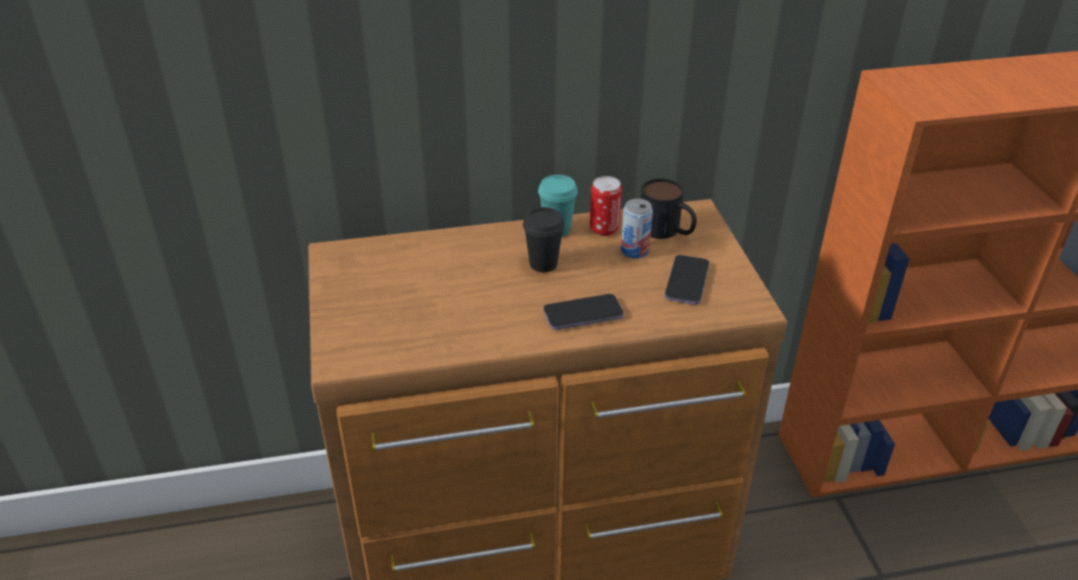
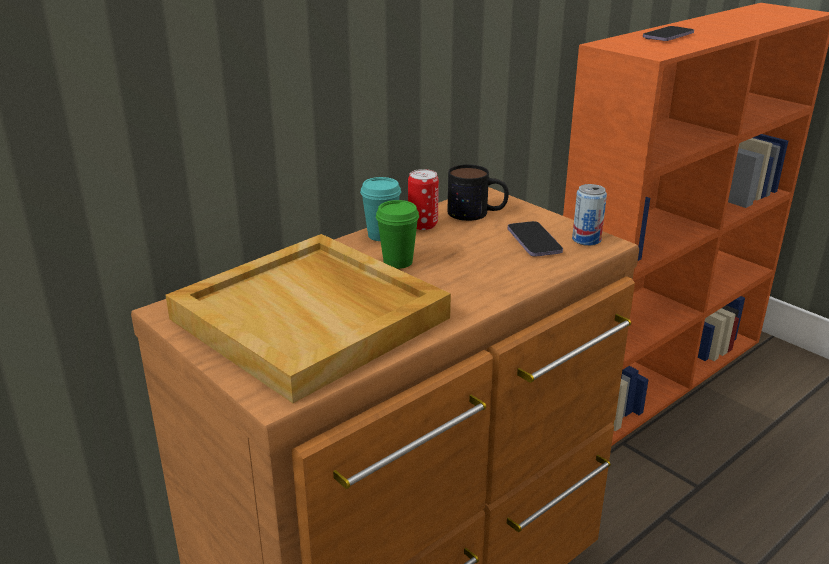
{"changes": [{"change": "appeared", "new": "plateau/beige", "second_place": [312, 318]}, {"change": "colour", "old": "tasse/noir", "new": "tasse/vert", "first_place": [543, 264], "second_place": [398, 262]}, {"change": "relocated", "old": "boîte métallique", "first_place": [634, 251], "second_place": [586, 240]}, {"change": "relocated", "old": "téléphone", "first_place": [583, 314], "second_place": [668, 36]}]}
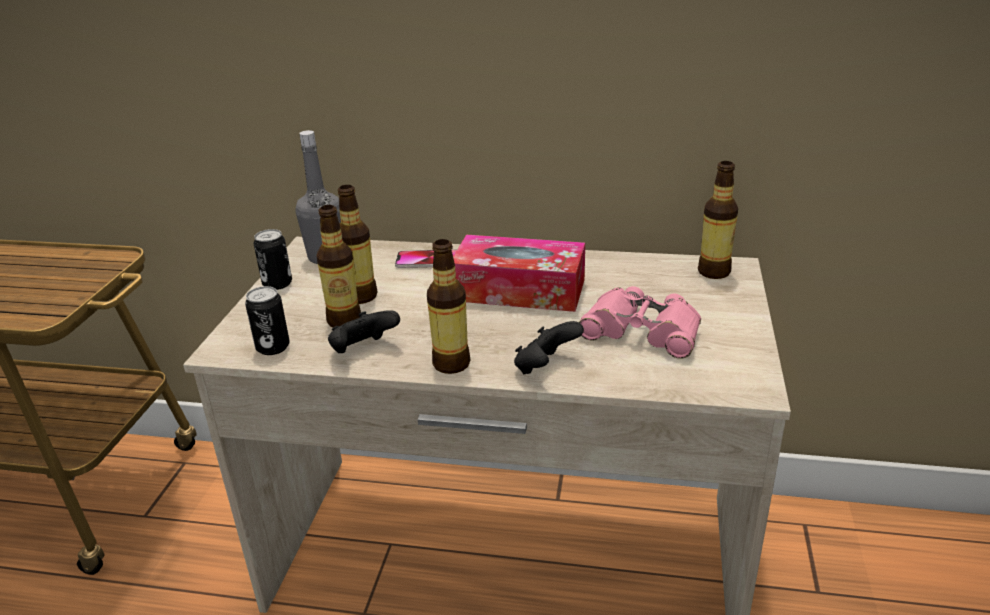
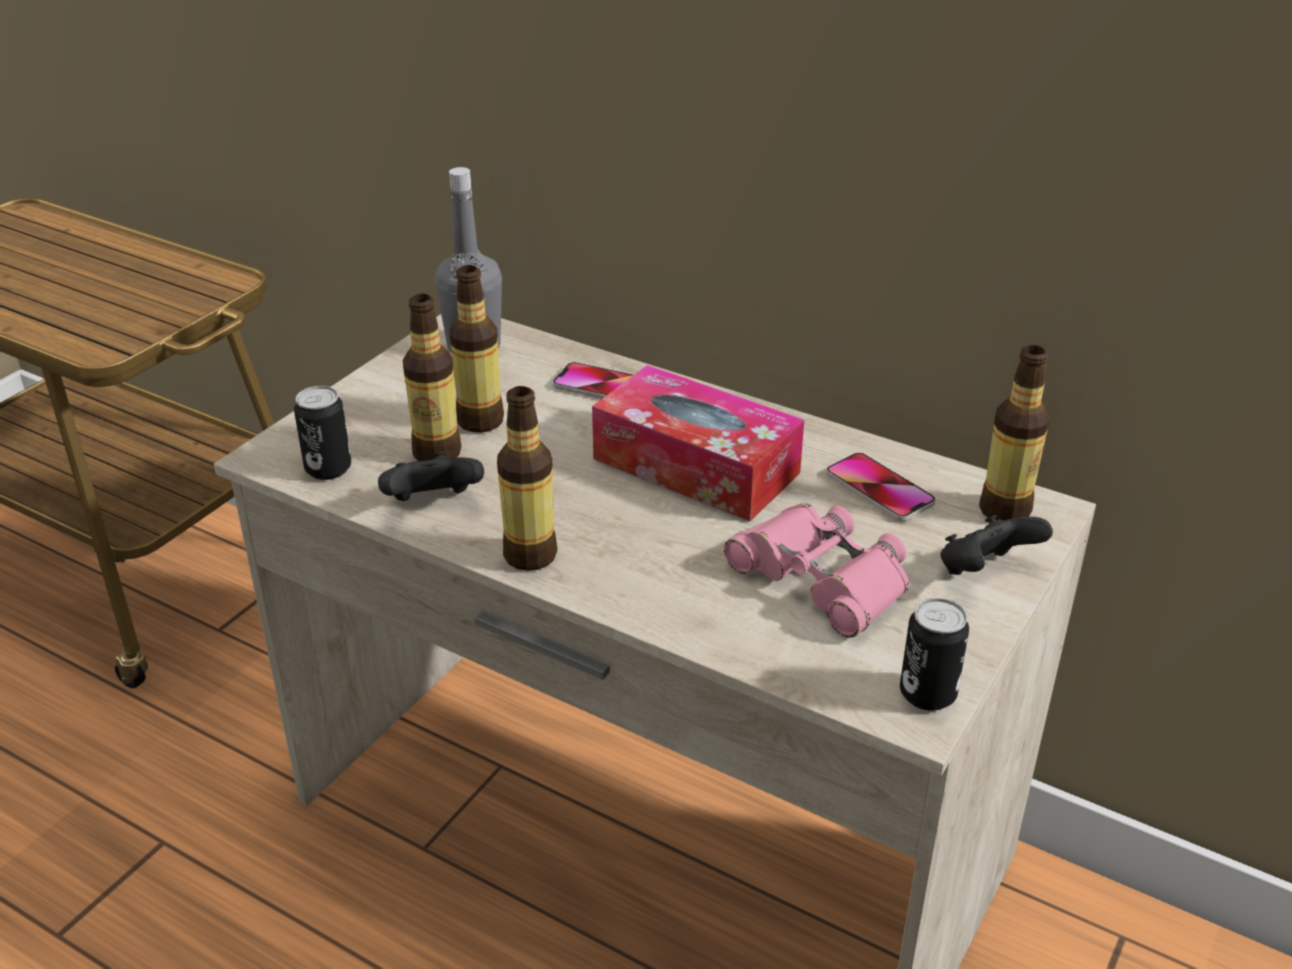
{"changes": [{"change": "appeared", "new": "téléphone", "second_place": [879, 489]}, {"change": "relocated", "old": "boîte métallique", "first_place": [277, 284], "second_place": [927, 693]}, {"change": "relocated", "old": "manette/noir", "first_place": [545, 367], "second_place": [985, 572]}]}
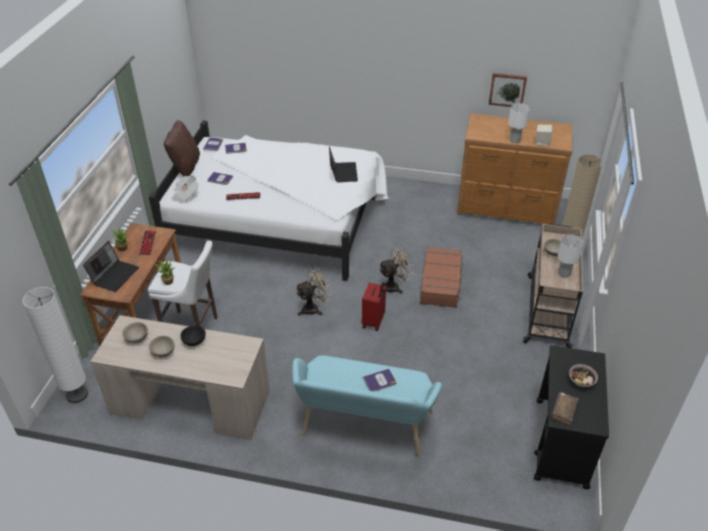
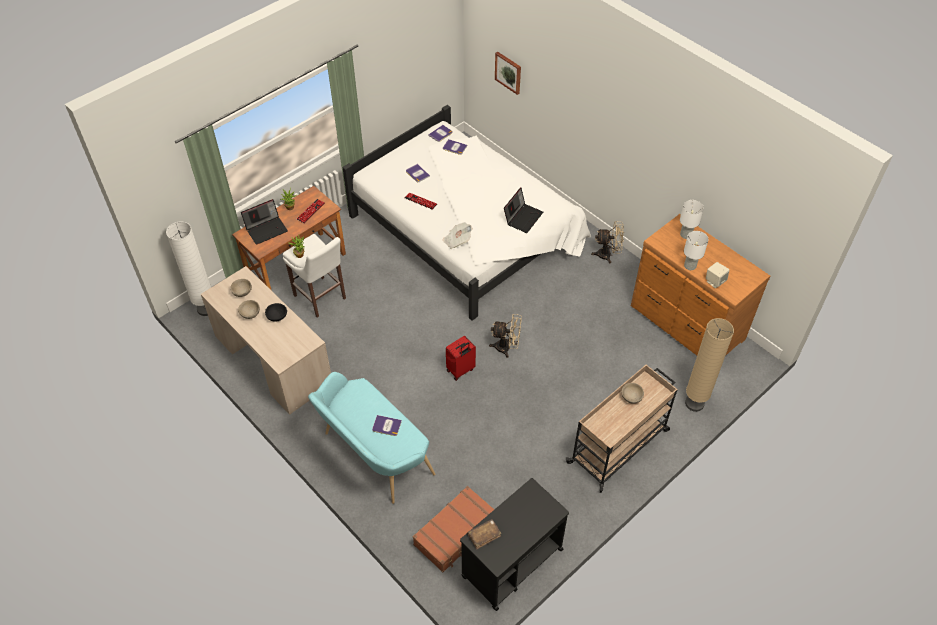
{"changes": [{"change": "relocated", "old": "valise/marron", "first_place": [441, 283], "second_place": [456, 533]}, {"change": "relocated", "old": "journal", "first_place": [185, 195], "second_place": [457, 240]}, {"change": "relocated", "old": "tableau", "first_place": [507, 89], "second_place": [508, 72]}, {"change": "relocated", "old": "ventilateur/beige", "first_place": [314, 308], "second_place": [608, 255]}, {"change": "relocated", "old": "lampe de table/blanc", "first_place": [564, 273], "second_place": [686, 234]}, {"change": "missing", "old": "coussin/marron", "first_place": [185, 167]}, {"change": "missing", "old": "bol", "first_place": [581, 381]}]}
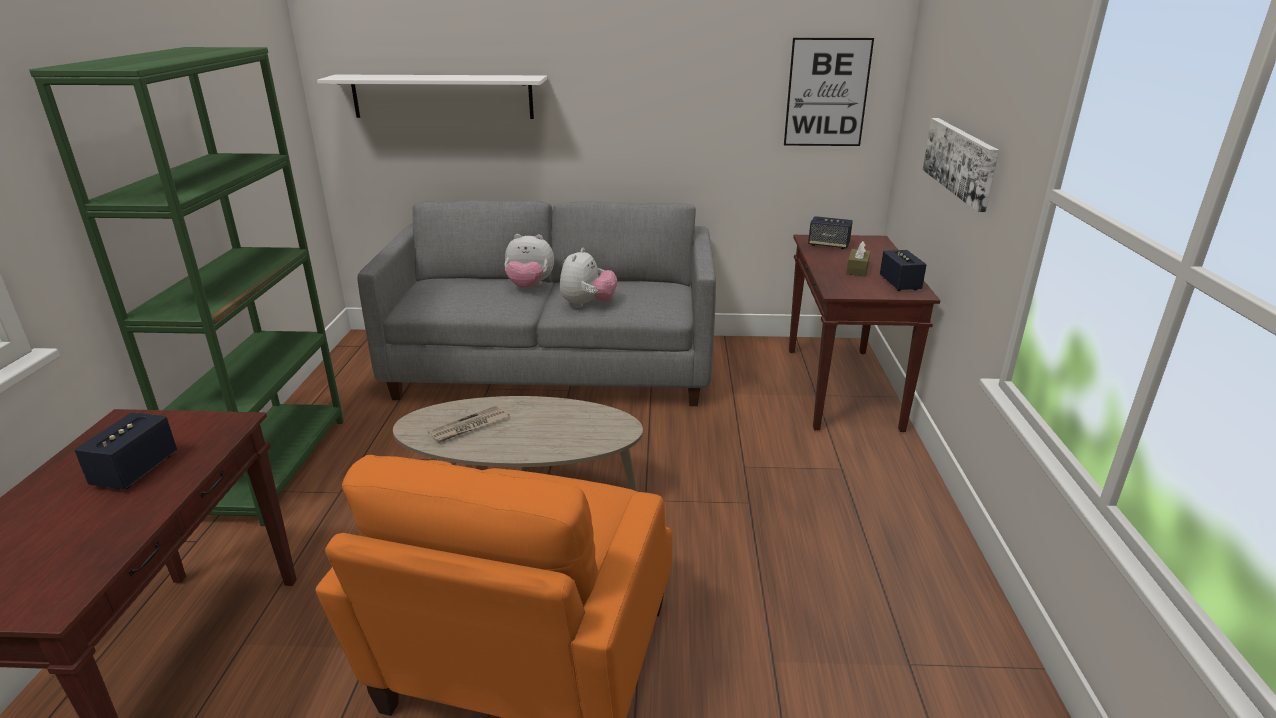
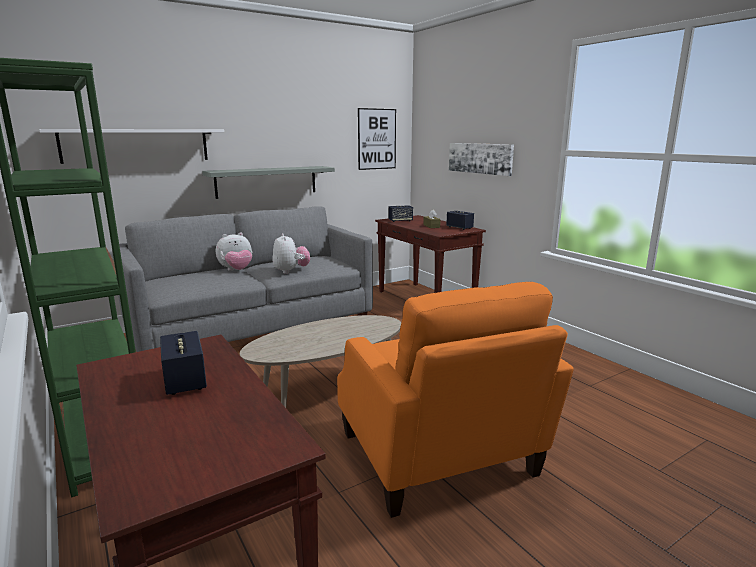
{"changes": [{"change": "appeared", "new": "étagère/gris", "second_place": [267, 181]}, {"change": "missing", "old": "journal", "first_place": [469, 427]}]}
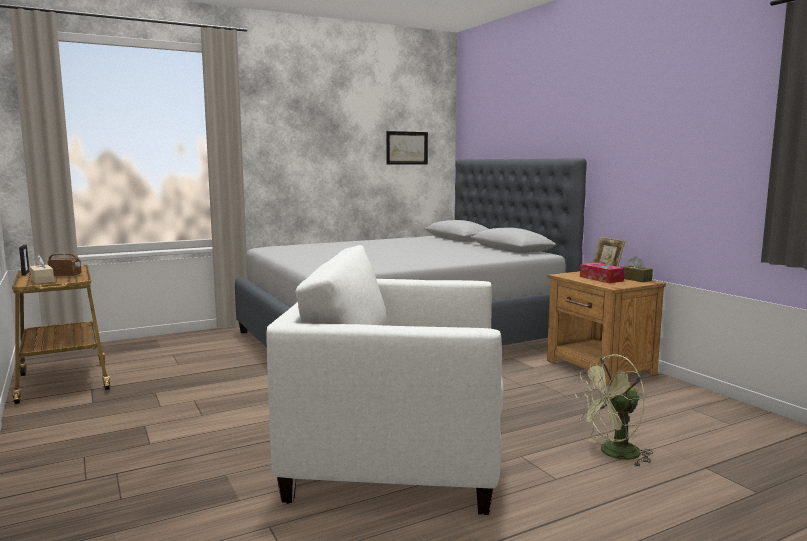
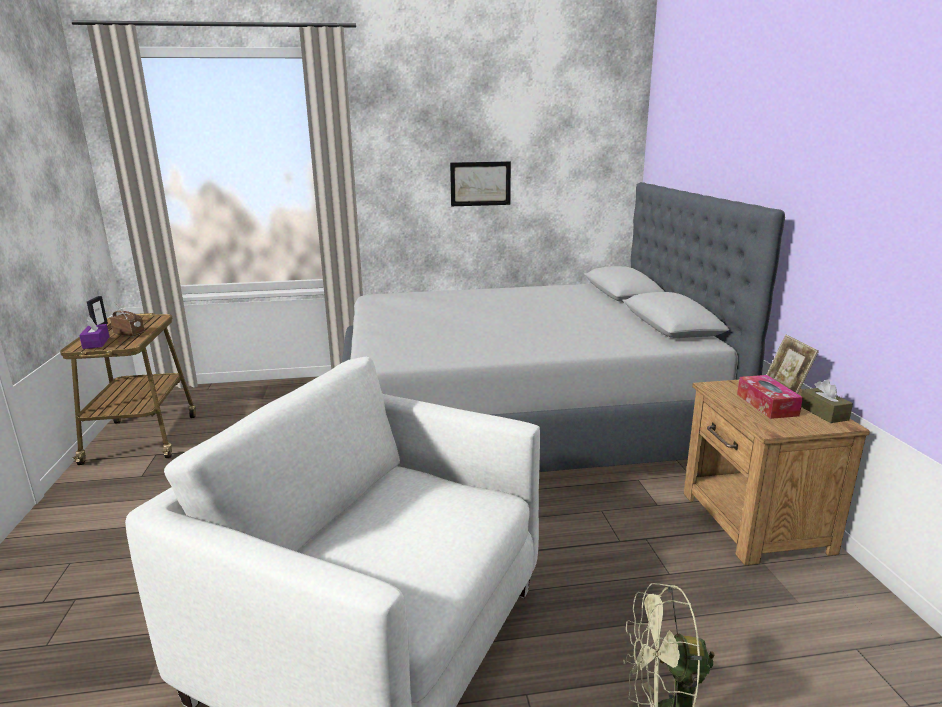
{"changes": [{"change": "colour", "old": "boîte à mouchoirs/beige", "new": "boîte à mouchoirs/violet", "first_place": [42, 280], "second_place": [96, 343]}, {"change": "relocated", "old": "tableau", "first_place": [407, 148], "second_place": [480, 183]}]}
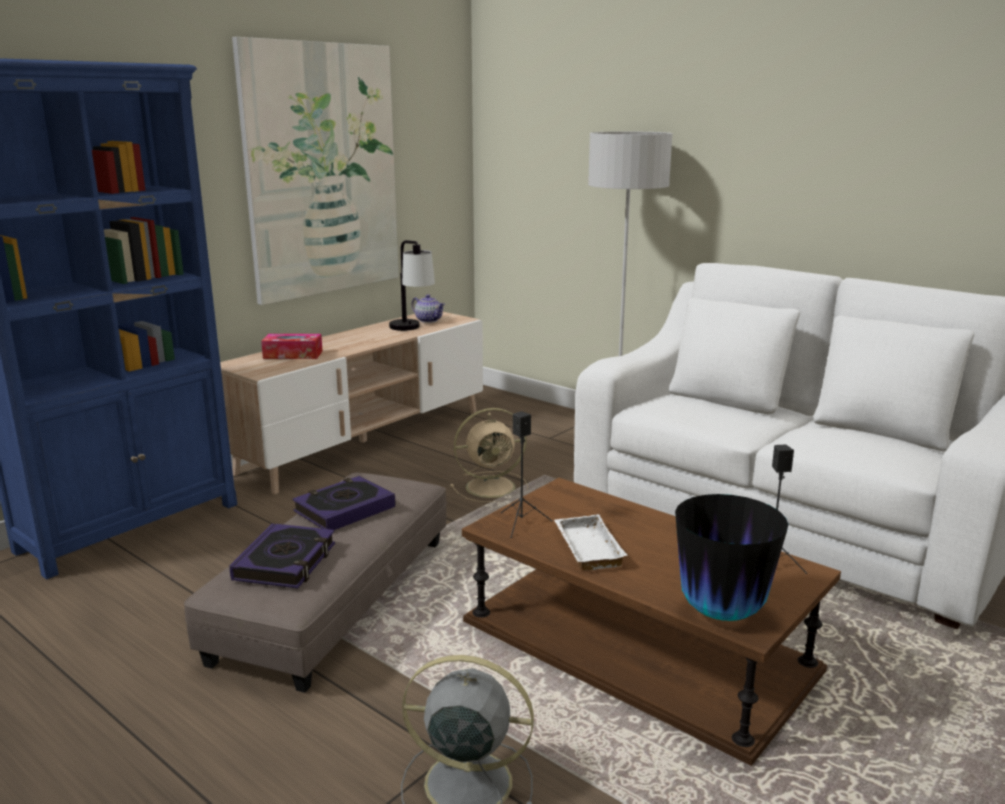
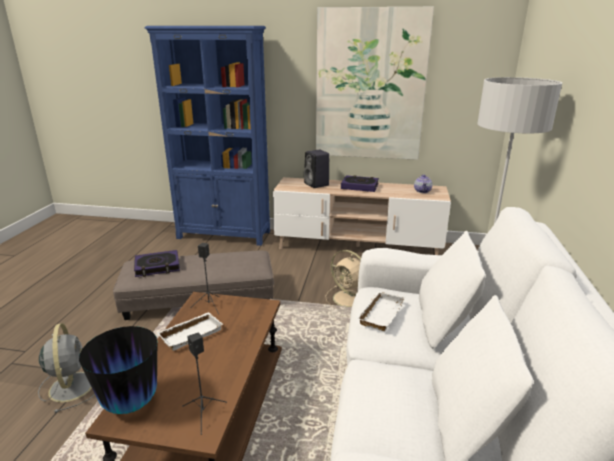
{"changes": [{"change": "exchanged", "old": "boîte à mouchoirs", "new": "enceinte/noir", "first_place": [293, 355], "second_place": [317, 184]}, {"change": "relocated", "old": "livre", "first_place": [344, 509], "second_place": [359, 186]}, {"change": "appeared", "new": "plateau/blanc", "second_place": [380, 313]}, {"change": "missing", "old": "lampe de table", "first_place": [412, 330]}]}
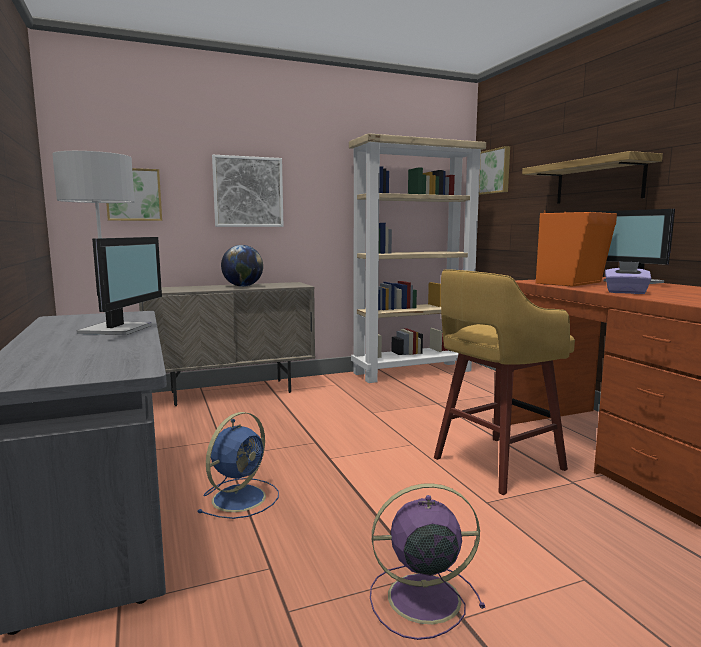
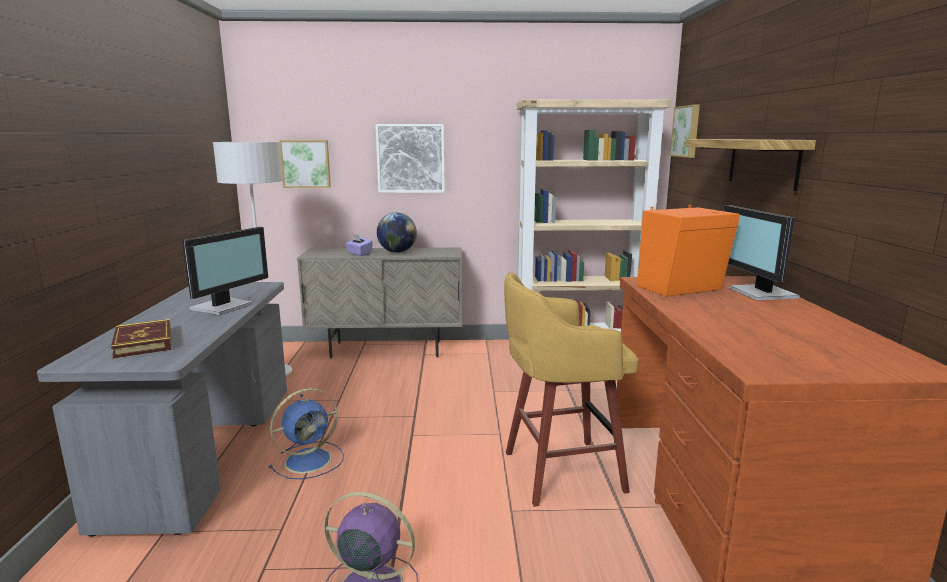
{"changes": [{"change": "appeared", "new": "livre", "second_place": [143, 342]}, {"change": "relocated", "old": "boîte à mouchoirs/violet", "first_place": [626, 292], "second_place": [359, 254]}]}
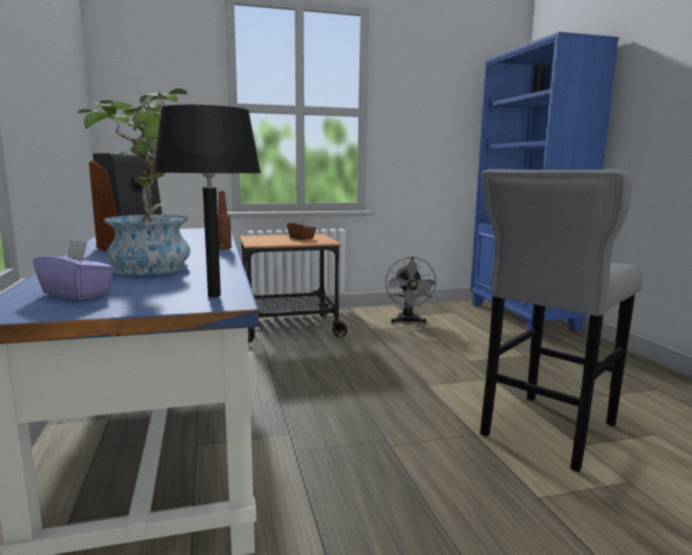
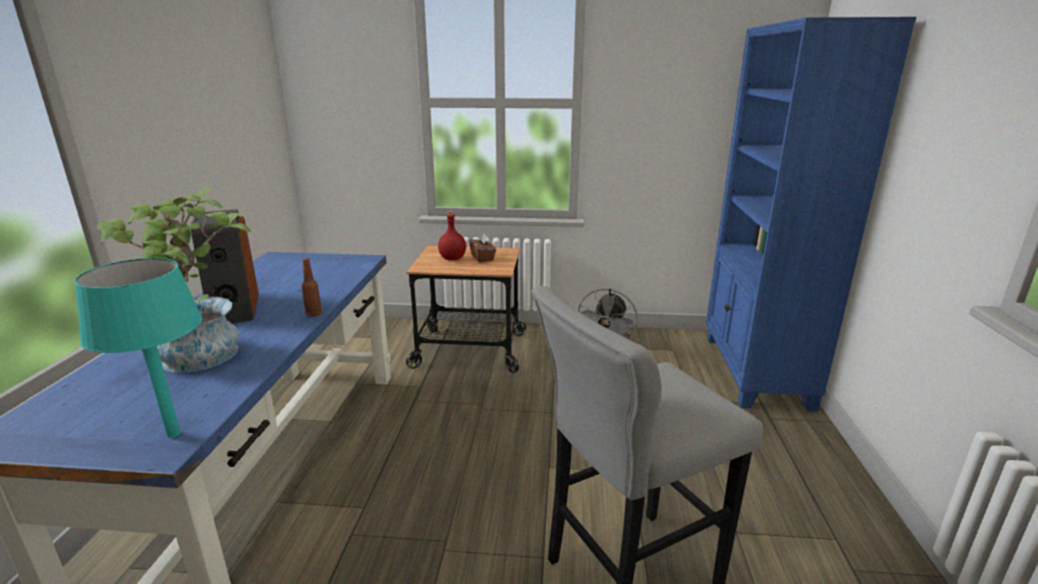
{"changes": [{"change": "colour", "old": "lampe de table/noir", "new": "lampe de table/turquoise", "first_place": [214, 295], "second_place": [174, 434]}, {"change": "appeared", "new": "bouteille/rouge", "second_place": [453, 258]}, {"change": "missing", "old": "boîte à mouchoirs/violet", "first_place": [77, 294]}]}
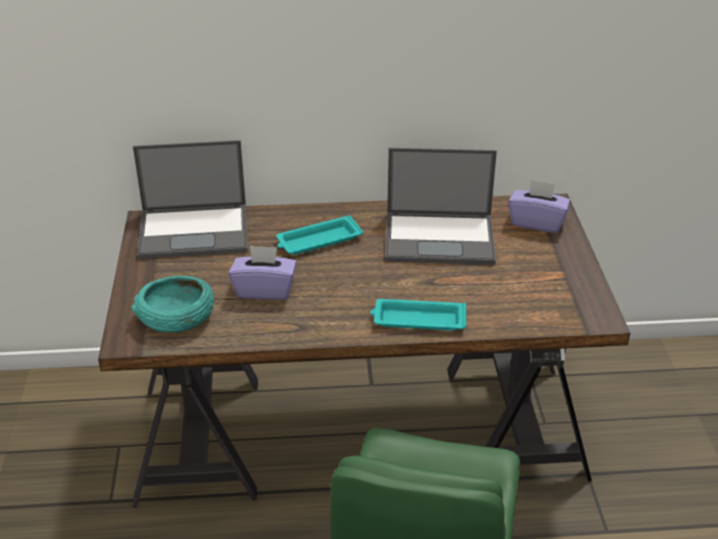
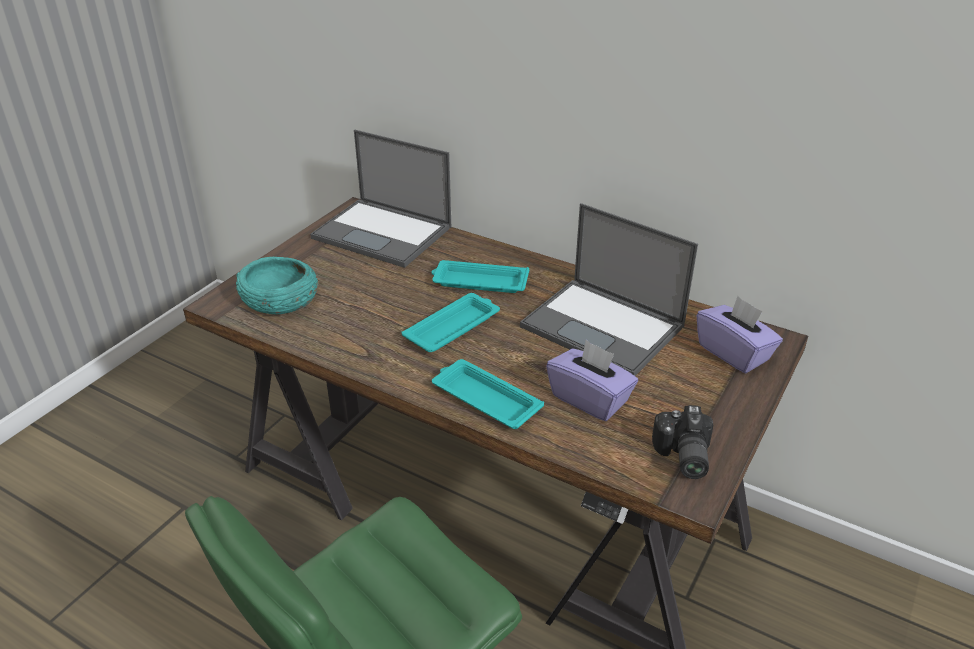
{"changes": [{"change": "appeared", "new": "plateau/turquoise", "second_place": [453, 327]}, {"change": "relocated", "old": "boîte à mouchoirs/violet", "first_place": [264, 290], "second_place": [590, 399]}, {"change": "appeared", "new": "appareil photo", "second_place": [681, 456]}]}
